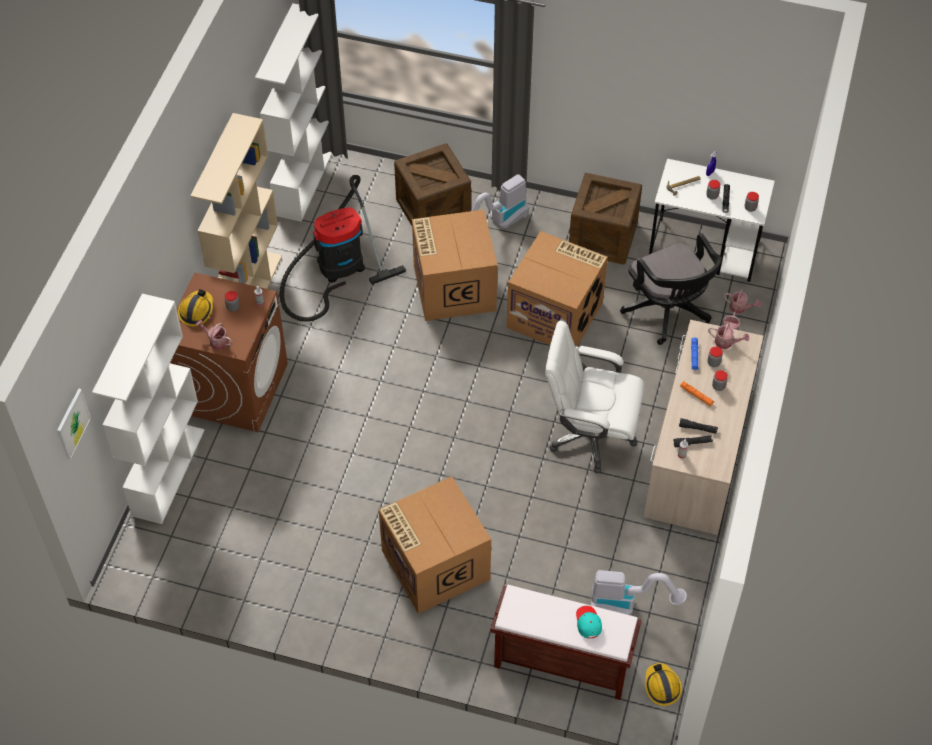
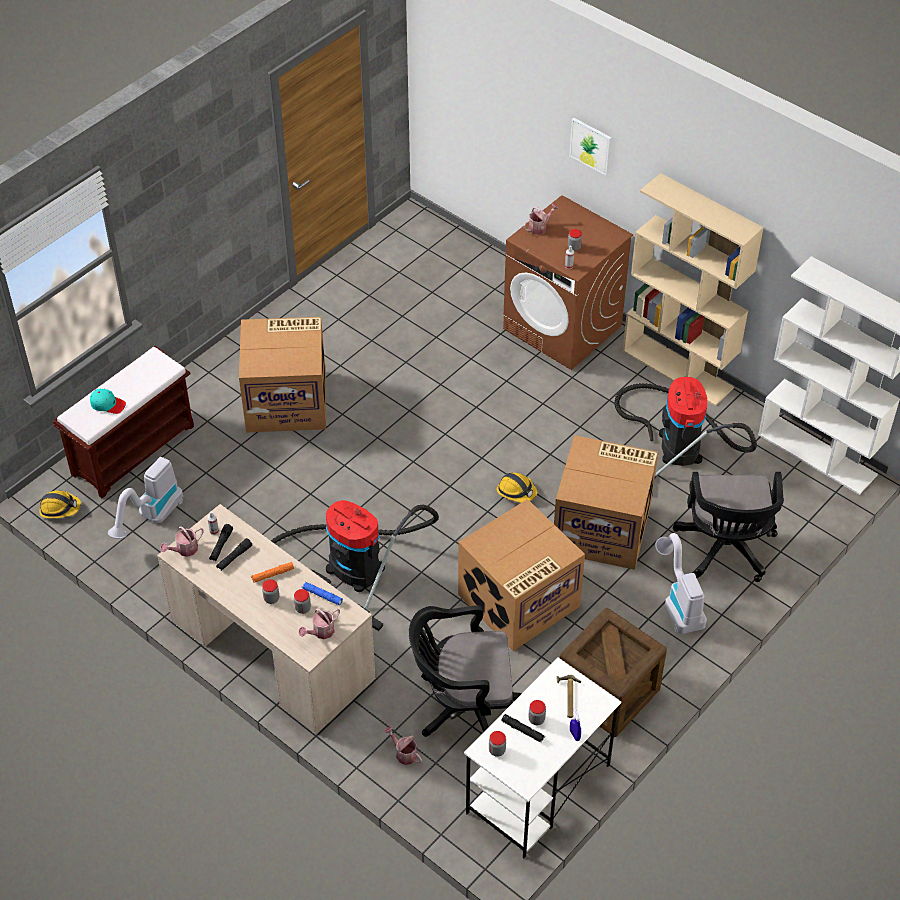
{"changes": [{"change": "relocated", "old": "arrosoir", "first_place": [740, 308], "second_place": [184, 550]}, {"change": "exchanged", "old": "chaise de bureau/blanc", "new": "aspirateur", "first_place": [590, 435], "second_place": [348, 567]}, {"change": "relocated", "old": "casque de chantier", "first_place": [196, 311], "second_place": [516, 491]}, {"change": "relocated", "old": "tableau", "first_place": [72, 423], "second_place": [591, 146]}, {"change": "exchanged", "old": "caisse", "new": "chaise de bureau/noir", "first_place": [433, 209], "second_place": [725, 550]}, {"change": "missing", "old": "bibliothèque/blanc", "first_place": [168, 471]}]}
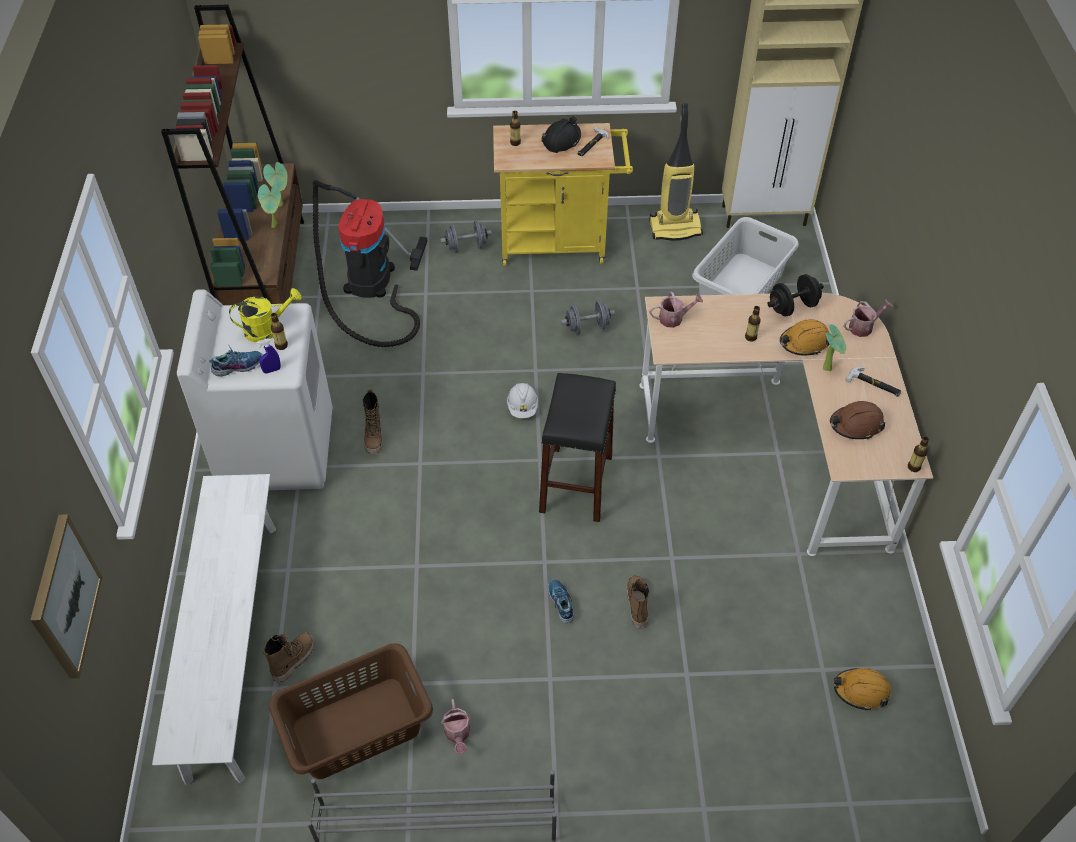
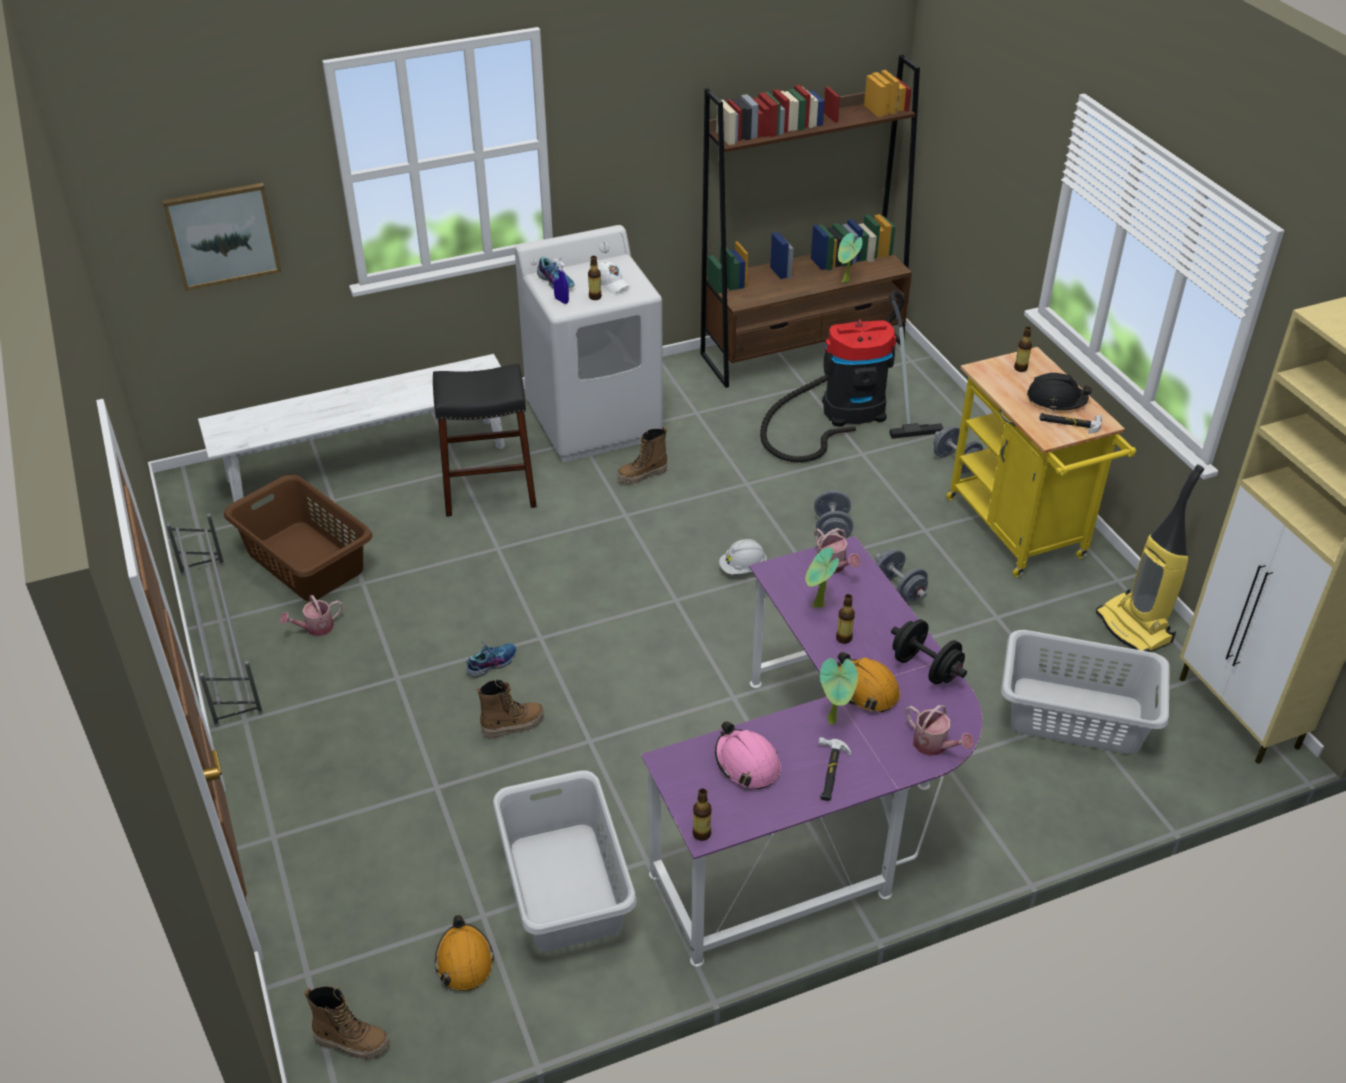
{"changes": [{"change": "relocated", "old": "botte", "first_place": [293, 660], "second_place": [352, 1041]}, {"change": "relocated", "old": "tabouret/noir", "first_place": [576, 483], "second_place": [489, 491]}, {"change": "appeared", "new": "panier à linge/gris", "second_place": [564, 887]}, {"change": "exchanged", "old": "arrosoir/jaune", "new": "casquette/blanc", "first_place": [267, 329], "second_place": [611, 284]}, {"change": "colour", "old": "bureau/beige", "new": "bureau/violet", "first_place": [780, 442], "second_place": [819, 809]}, {"change": "colour", "old": "casque de chantier/marron", "new": "casque de chantier/rose", "first_place": [856, 425], "second_place": [747, 763]}, {"change": "relocated", "old": "plante en pot", "first_place": [275, 226], "second_place": [817, 607]}, {"change": "appeared", "new": "haltère/gris", "second_place": [832, 529]}]}
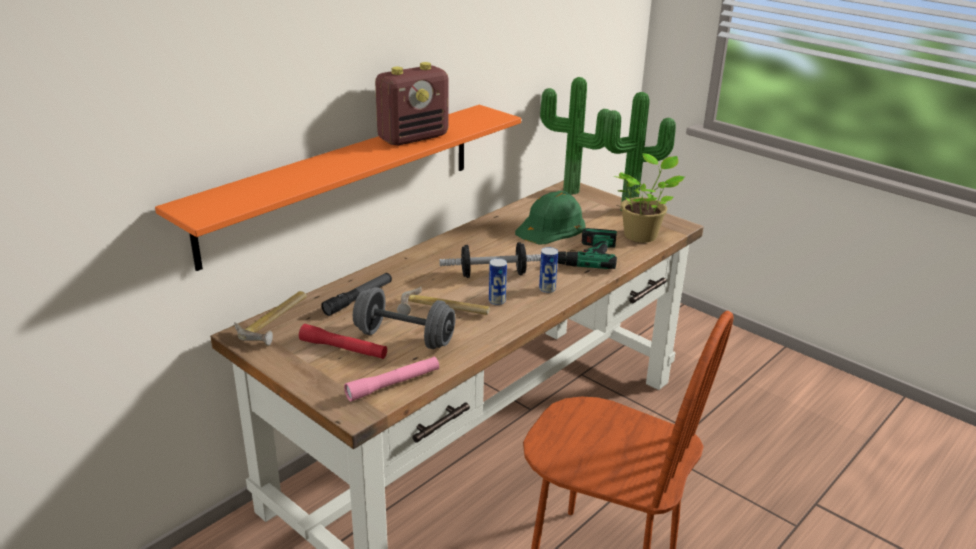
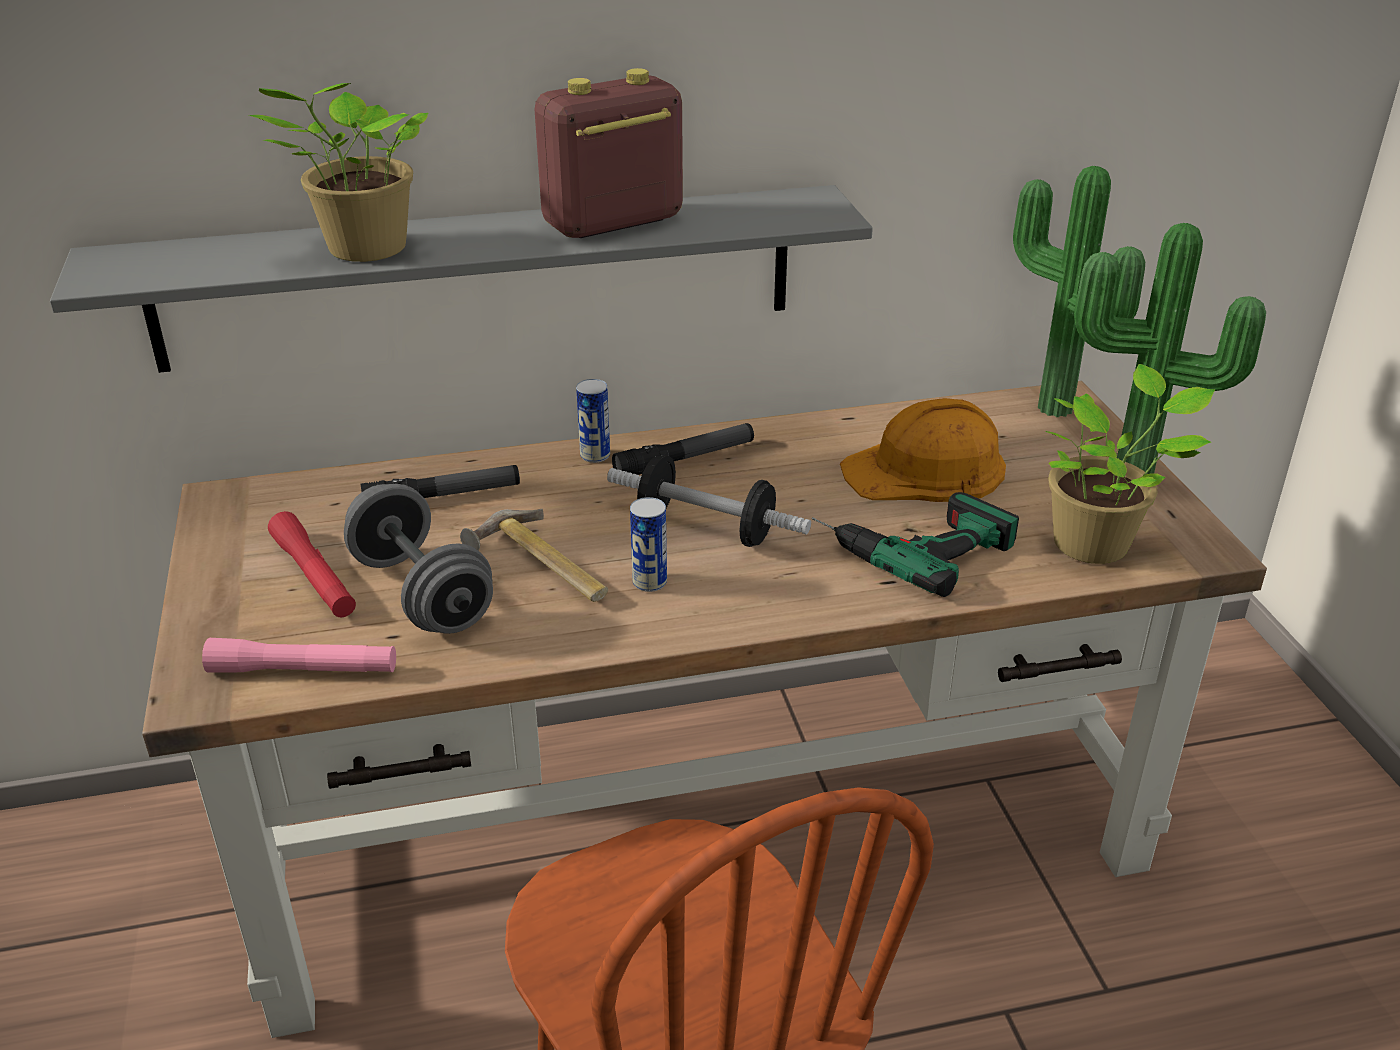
{"changes": [{"change": "colour", "old": "étagère/orange", "new": "étagère/gris", "first_place": [343, 181], "second_place": [479, 277]}, {"change": "appeared", "new": "plante en pot", "second_place": [363, 250]}, {"change": "spun", "old": "radio", "first_place": [413, 138], "second_place": [612, 223], "degrees": 150}, {"change": "relocated", "old": "boîte métallique", "first_place": [547, 289], "second_place": [595, 455]}, {"change": "appeared", "new": "lampe de poche", "second_place": [685, 460]}, {"change": "colour", "old": "casque de chantier/vert", "new": "casque de chantier/orange", "first_place": [551, 227], "second_place": [926, 470]}, {"change": "missing", "old": "marteau", "first_place": [277, 321]}]}
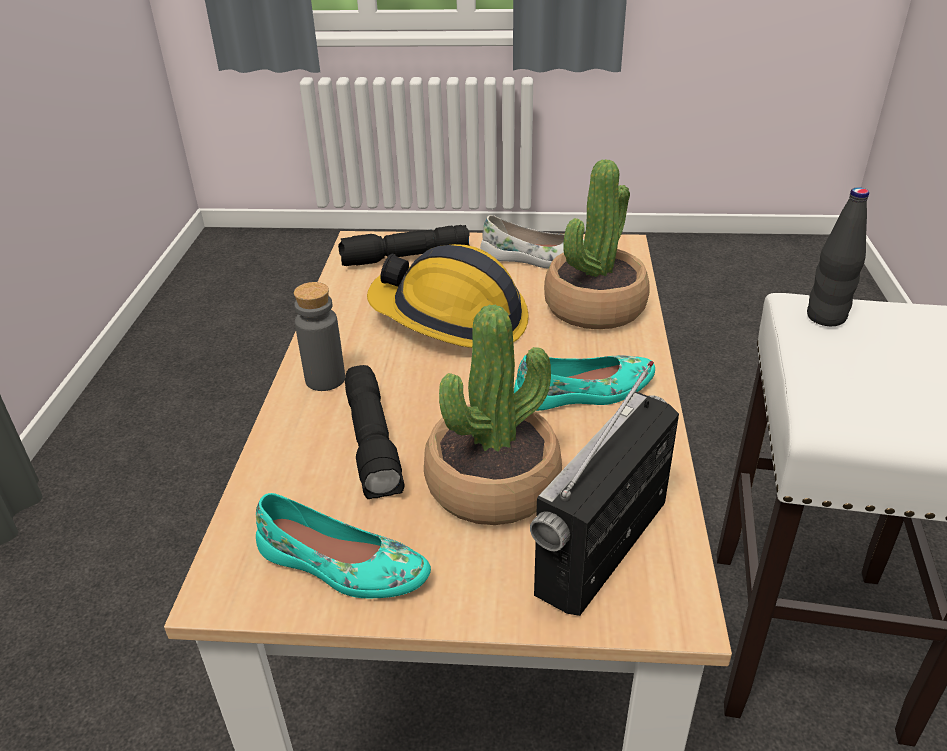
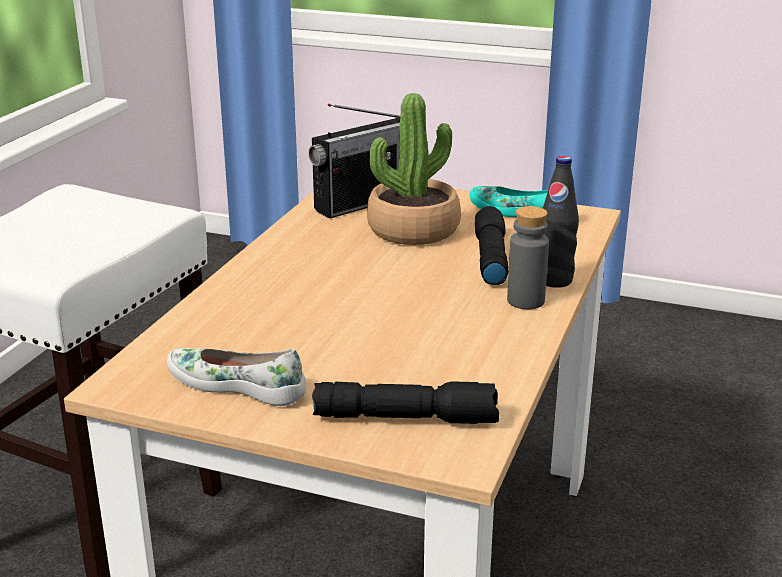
{"changes": [{"change": "relocated", "old": "bouteille/noir", "first_place": [826, 317], "second_place": [554, 280]}, {"change": "missing", "old": "casque de chantier", "first_place": [451, 319]}, {"change": "missing", "old": "chaussure/turquoise", "first_place": [585, 393]}, {"change": "missing", "old": "plante en pot", "first_place": [594, 306]}]}
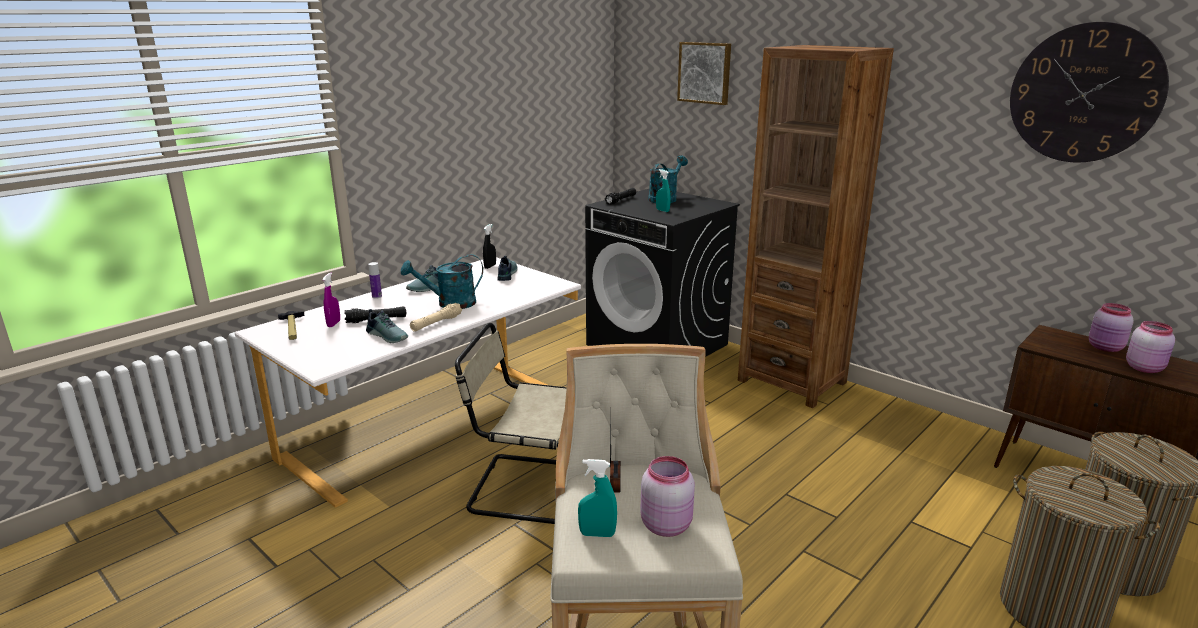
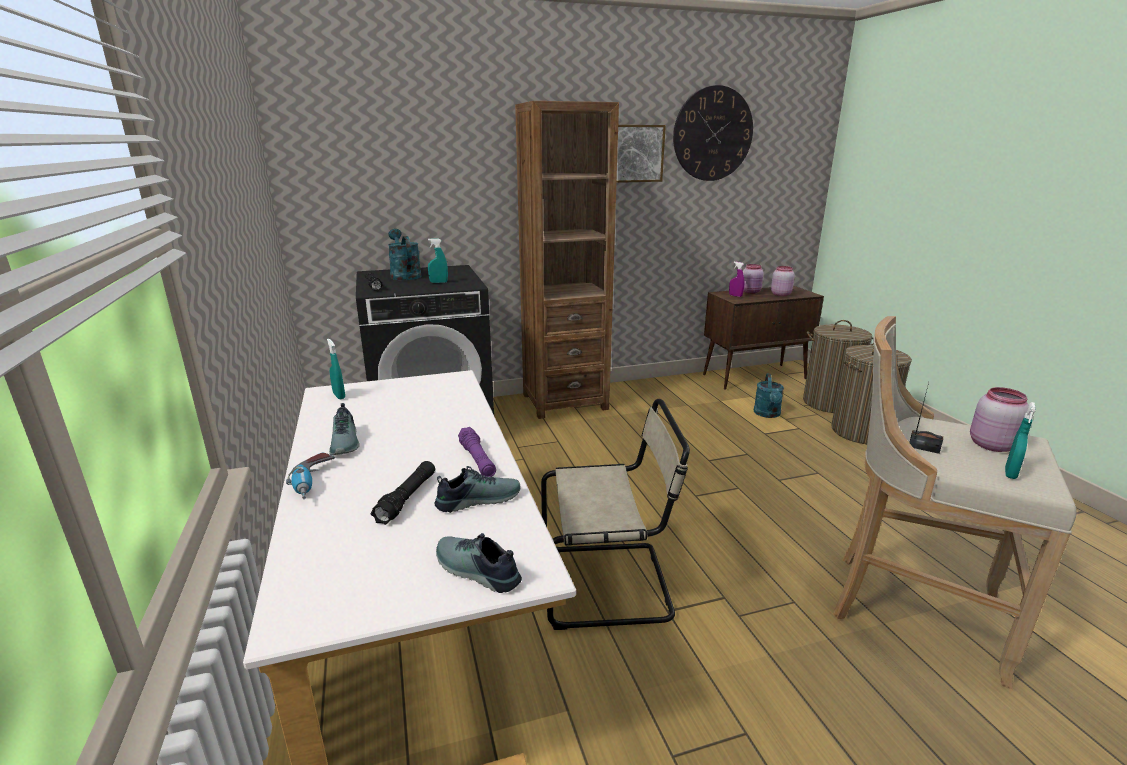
{"changes": [{"change": "exchanged", "old": "bouteille", "new": "perceuse", "first_place": [377, 296], "second_place": [313, 484]}, {"change": "colour", "old": "vaporisateur/noir", "new": "vaporisateur/turquoise", "first_place": [490, 266], "second_place": [339, 396]}, {"change": "relocated", "old": "chaussure", "first_place": [506, 274], "second_place": [475, 571]}, {"change": "colour", "old": "lampe de poche/beige", "new": "lampe de poche/violet", "first_place": [436, 323], "second_place": [477, 460]}, {"change": "spun", "old": "chaise/beige", "first_place": [526, 488], "second_place": [610, 584], "degrees": -135}, {"change": "relocated", "old": "tableau", "first_place": [705, 72], "second_place": [637, 153]}, {"change": "relocated", "old": "vaporisateur/violet", "first_place": [333, 324], "second_place": [735, 296]}, {"change": "relocated", "old": "arrosoir/turquoise", "first_place": [449, 304], "second_place": [767, 414]}, {"change": "missing", "old": "marteau", "first_place": [292, 329]}]}
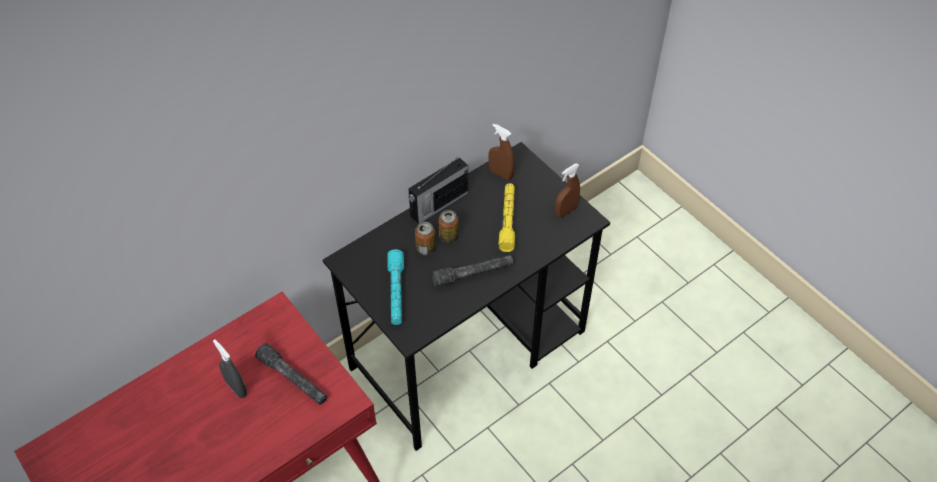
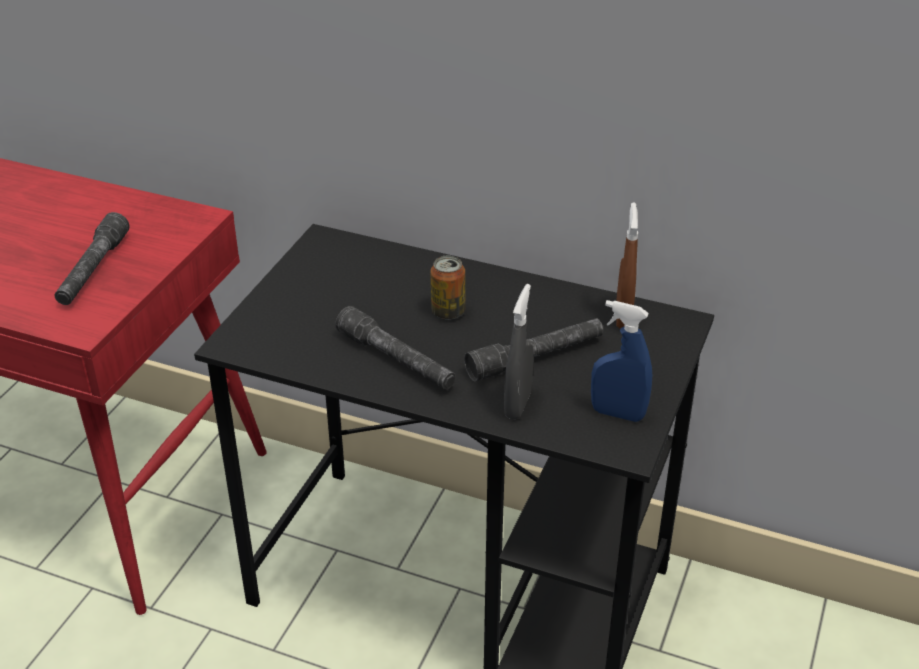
{"changes": [{"change": "colour", "old": "lampe de poche/jaune", "new": "lampe de poche/gris", "first_place": [507, 220], "second_place": [536, 358]}, {"change": "relocated", "old": "vaporisateur/gris", "first_place": [236, 388], "second_place": [517, 404]}, {"change": "colour", "old": "vaporisateur/marron", "new": "vaporisateur/bleu", "first_place": [565, 211], "second_place": [617, 413]}, {"change": "missing", "old": "lampe de poche/turquoise", "first_place": [396, 292]}, {"change": "missing", "old": "radio", "first_place": [438, 205]}, {"change": "missing", "old": "boîte métallique", "first_place": [425, 248]}]}
